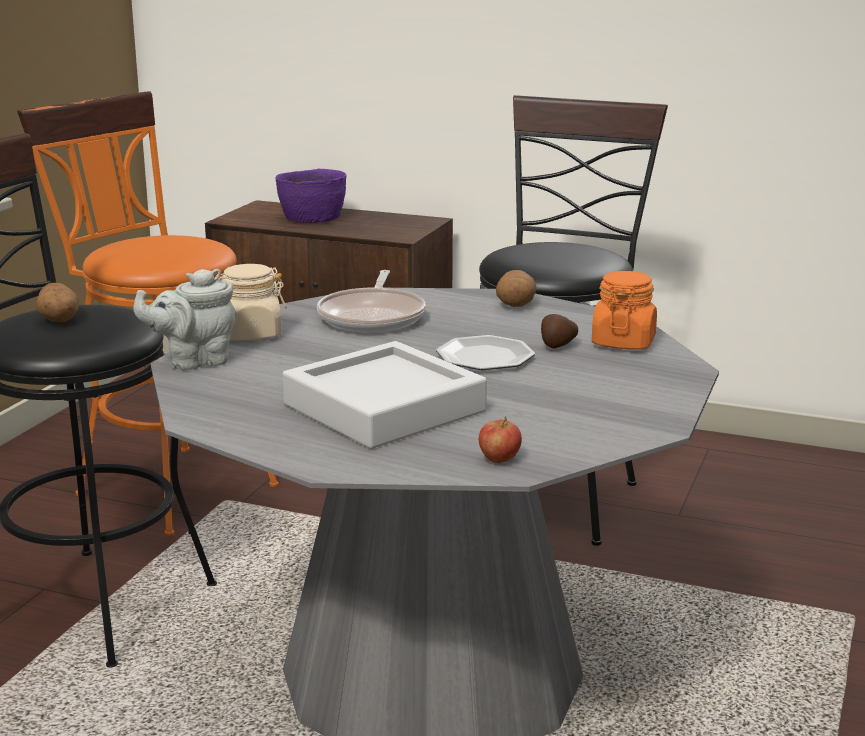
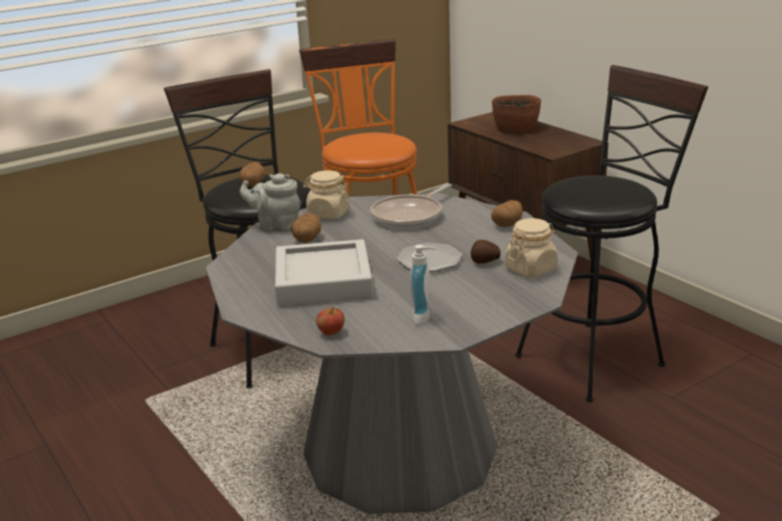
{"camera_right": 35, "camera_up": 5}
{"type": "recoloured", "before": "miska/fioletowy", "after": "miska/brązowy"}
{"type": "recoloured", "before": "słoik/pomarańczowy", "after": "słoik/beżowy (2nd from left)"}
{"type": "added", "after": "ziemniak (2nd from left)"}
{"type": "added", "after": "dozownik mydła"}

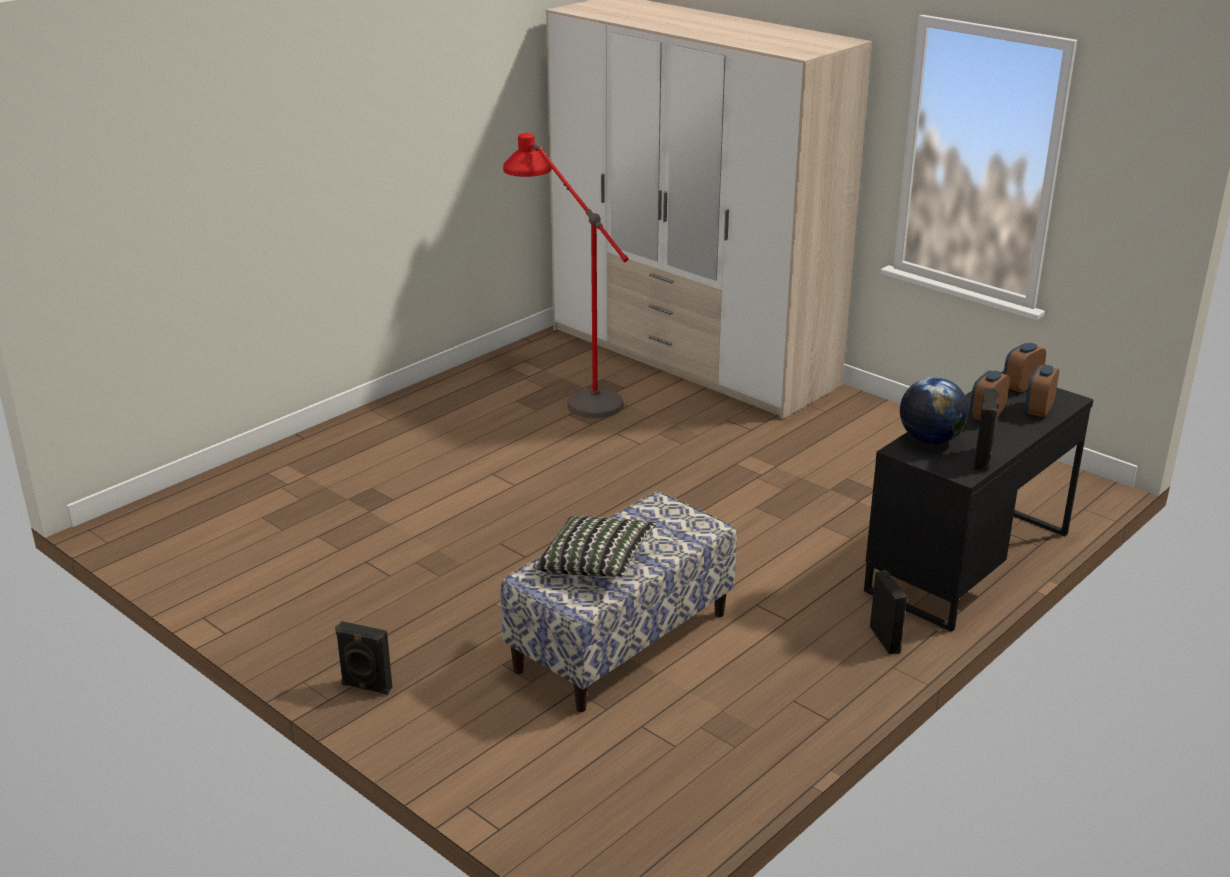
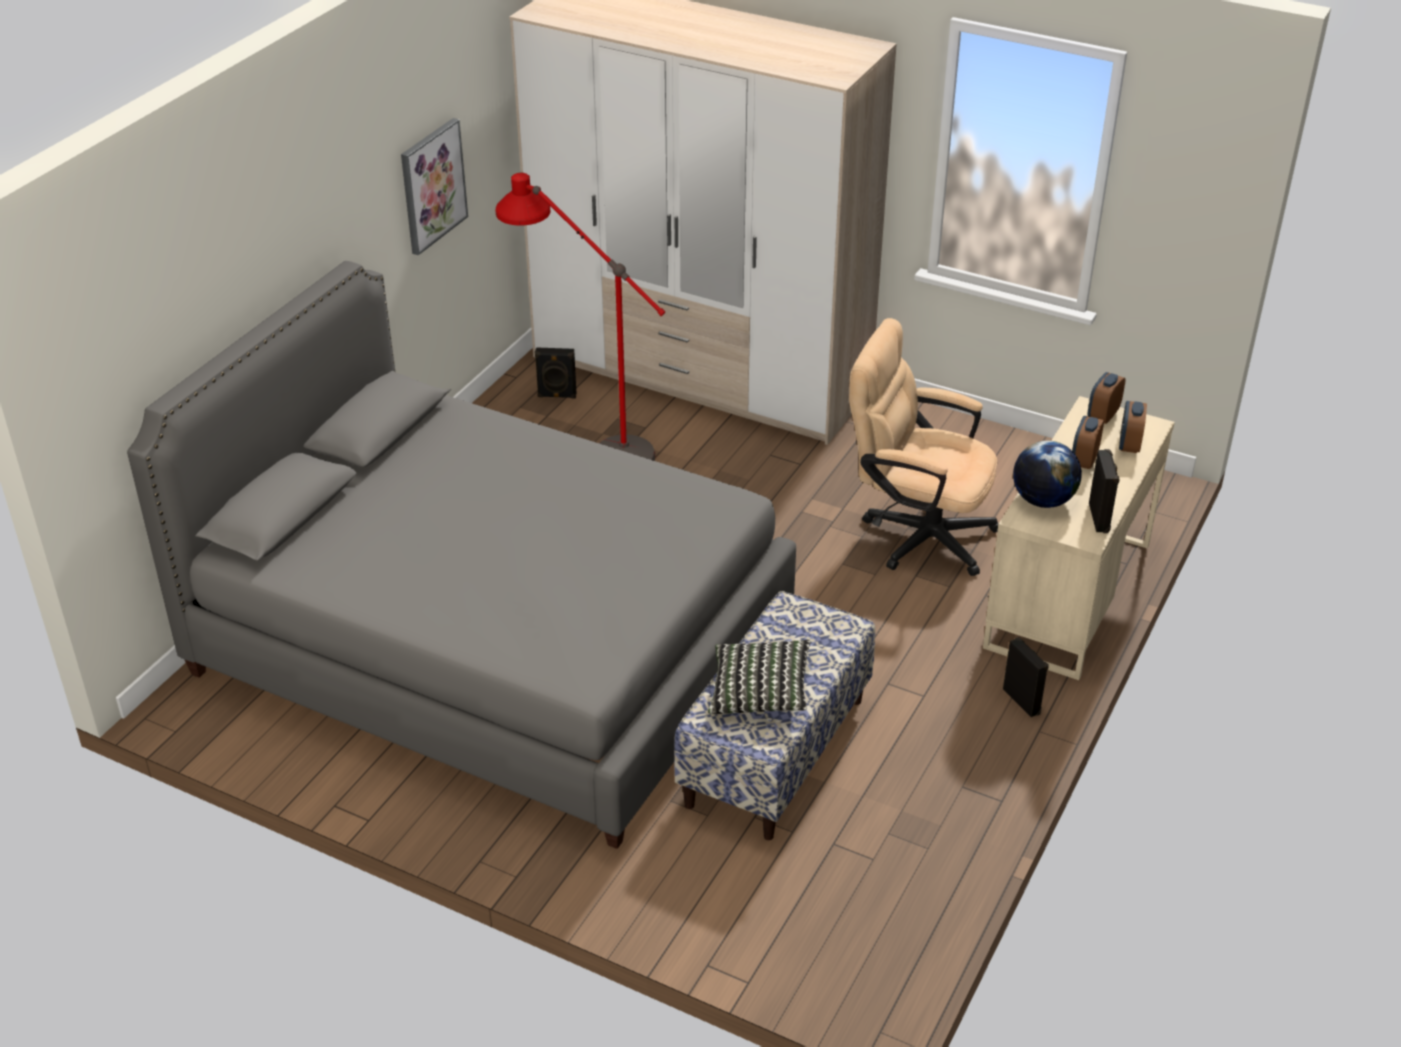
{"camera_right": -15, "camera_up": 10}
{"type": "recoloured", "before": "biurko/czarny", "after": "biurko/beżowy"}
{"type": "moved", "before": "głośnik/czarny (1st from left)"}
{"type": "added", "after": "obraz"}
{"type": "added", "after": "łóżko/szary"}
{"type": "added", "after": "krzesło biurowe/beżowy"}

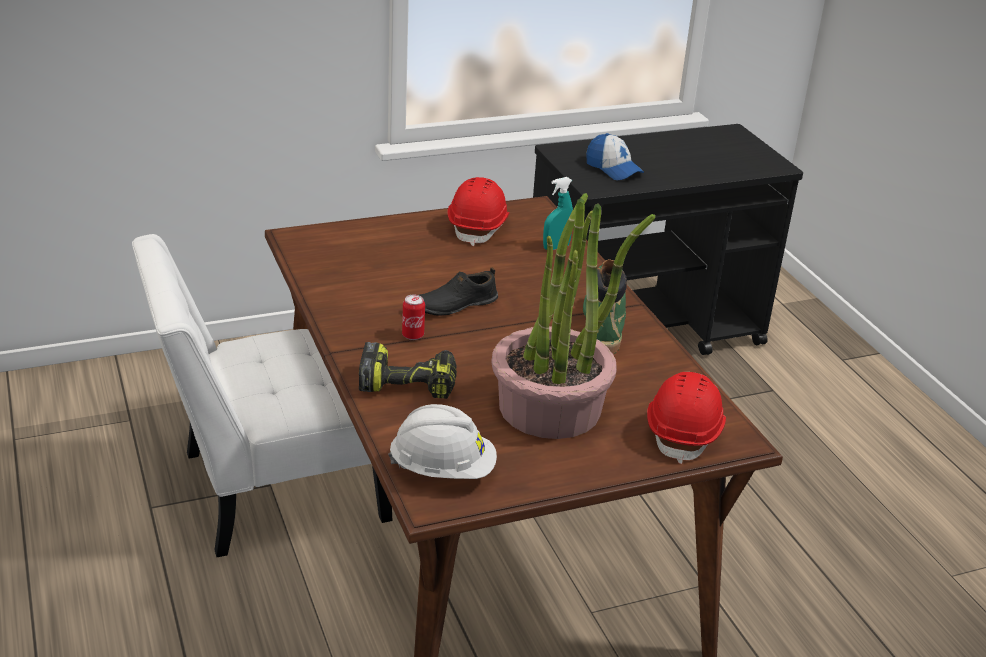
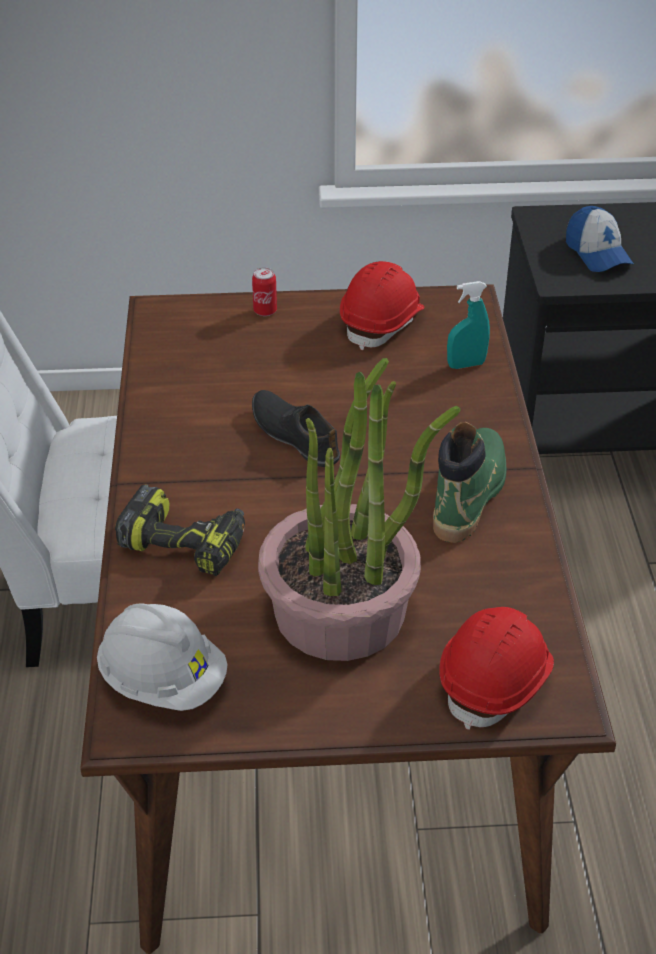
{"camera_right": 20, "camera_up": 10}
{"type": "turned", "before": "but/czarny", "turn": 60}
{"type": "moved", "before": "puszka"}

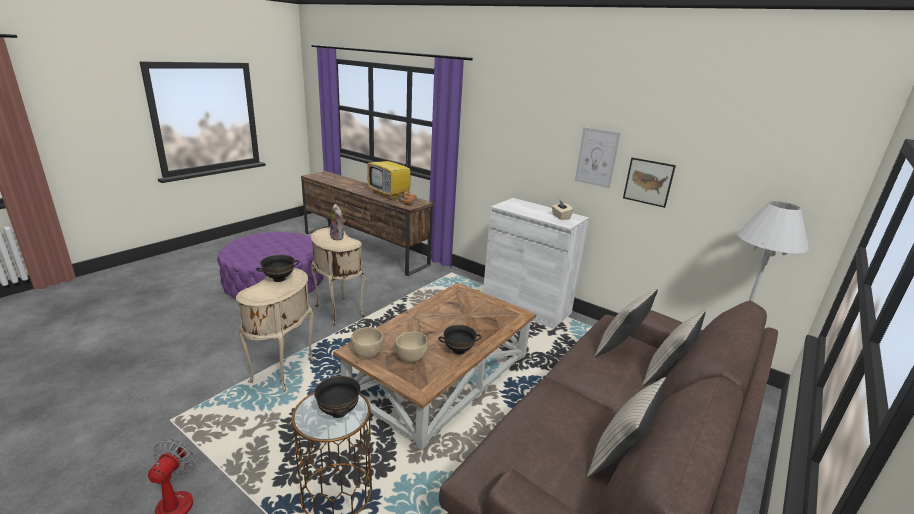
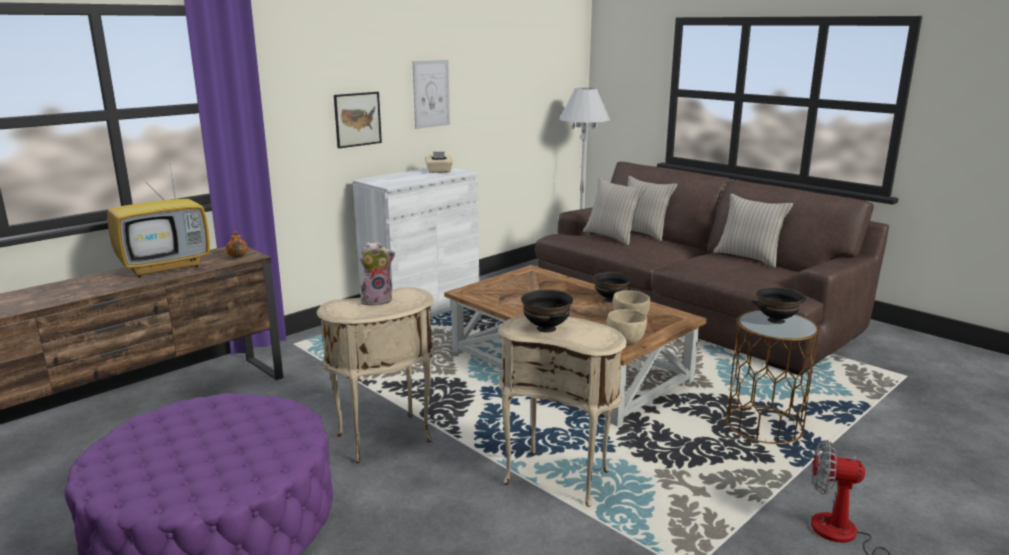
{"camera_right": -80, "camera_up": -5}
{"type": "moved", "before": "obraz (2nd from left in the first image)", "after": "obraz (1st from left)"}

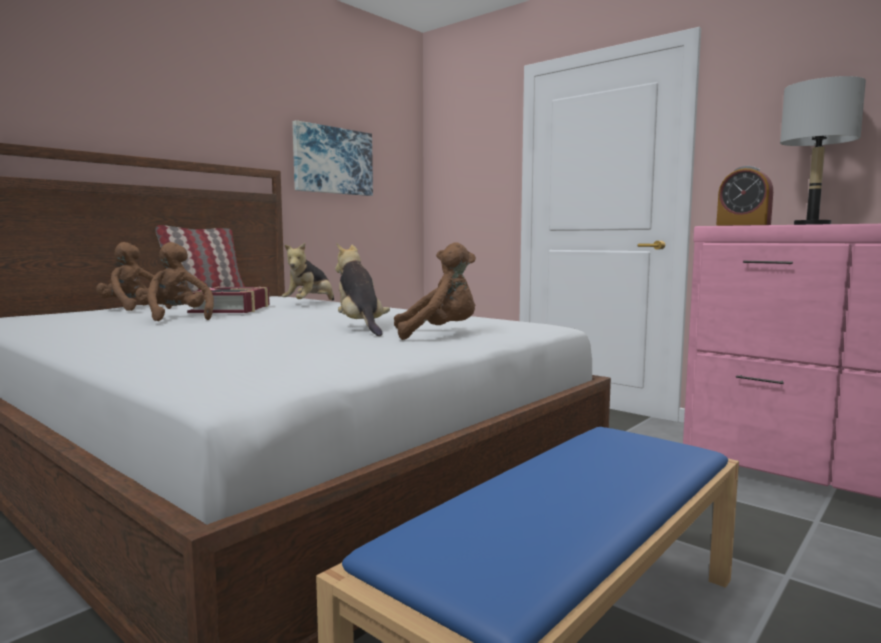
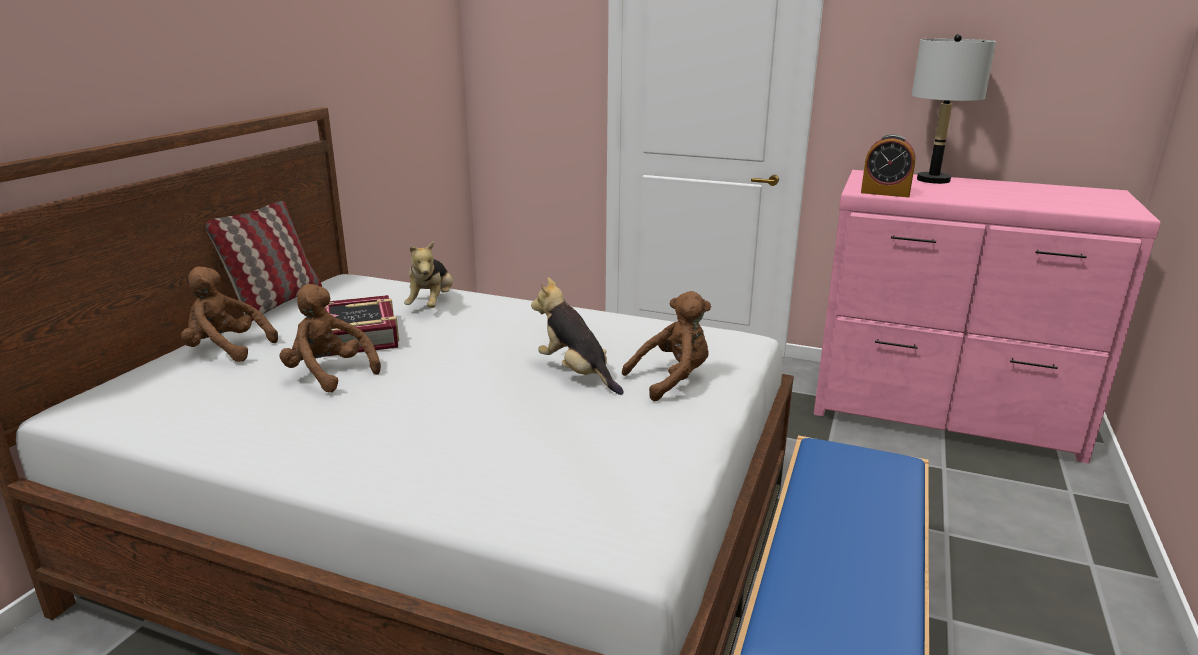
{"camera_right": -20, "camera_up": 15}
{"type": "removed", "before": "obraz"}

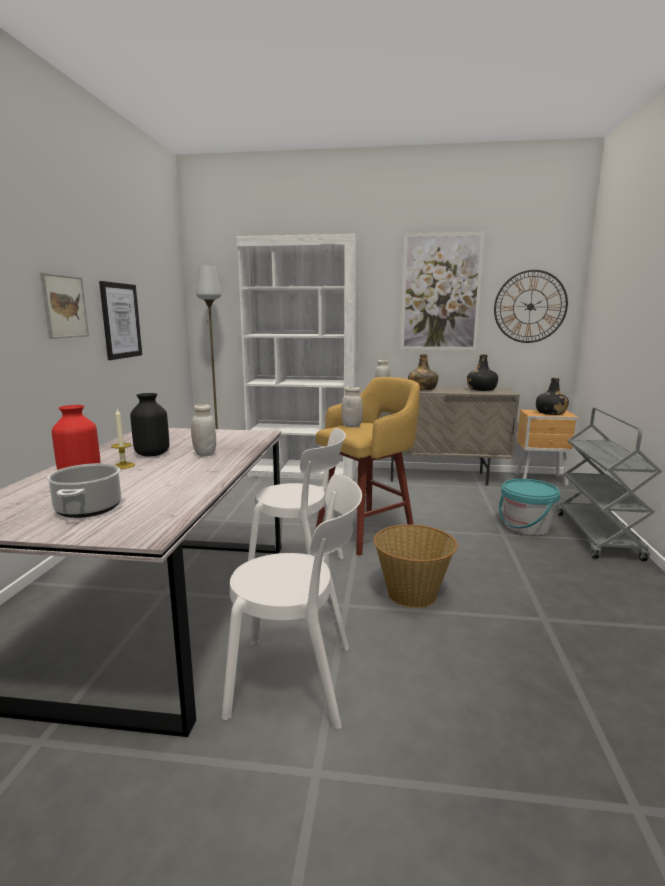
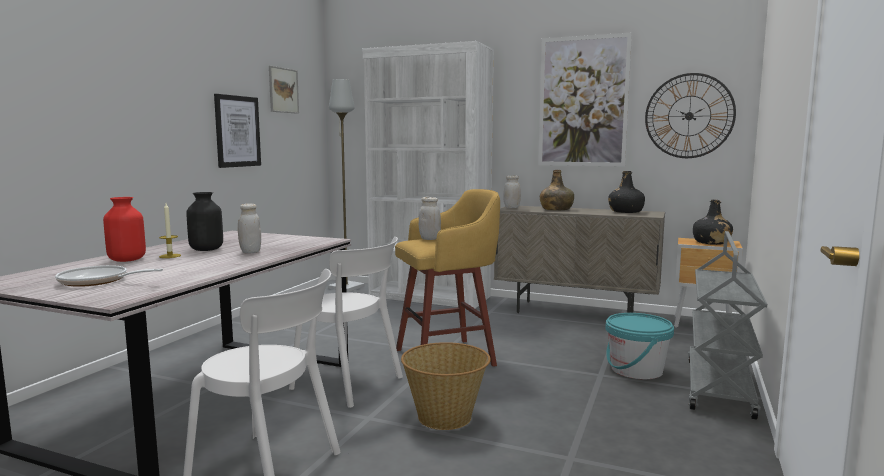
{"camera_right": 15, "camera_up": -5}
{"type": "moved", "before": "obraz (1st from left in the first image)", "after": "obraz (2nd from left)"}
{"type": "replaced", "before": "garnek", "after": "patelnia"}

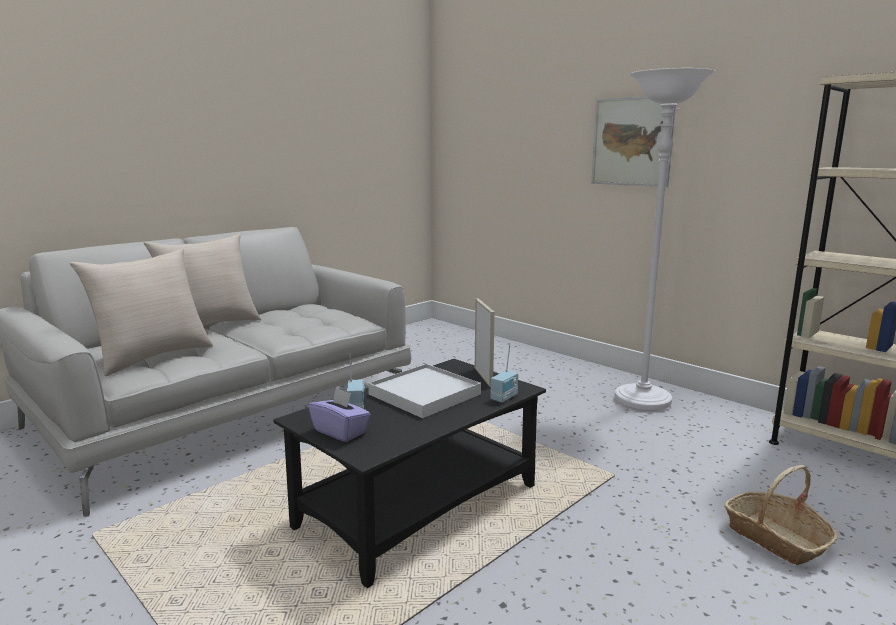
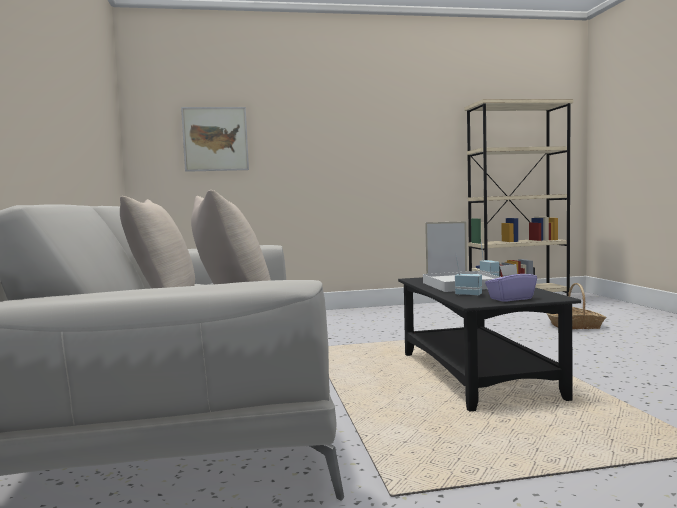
{"camera_right": -55, "camera_up": -10}
{"type": "removed", "before": "lampa stojąca/biały"}
{"type": "moved", "before": "obraz"}

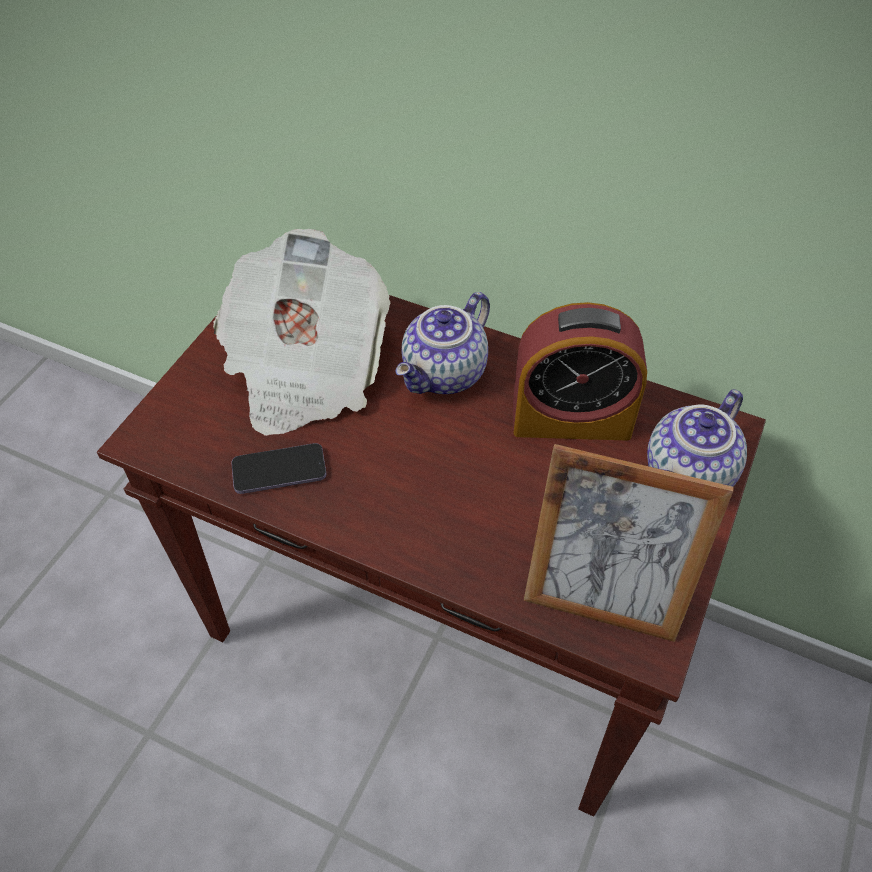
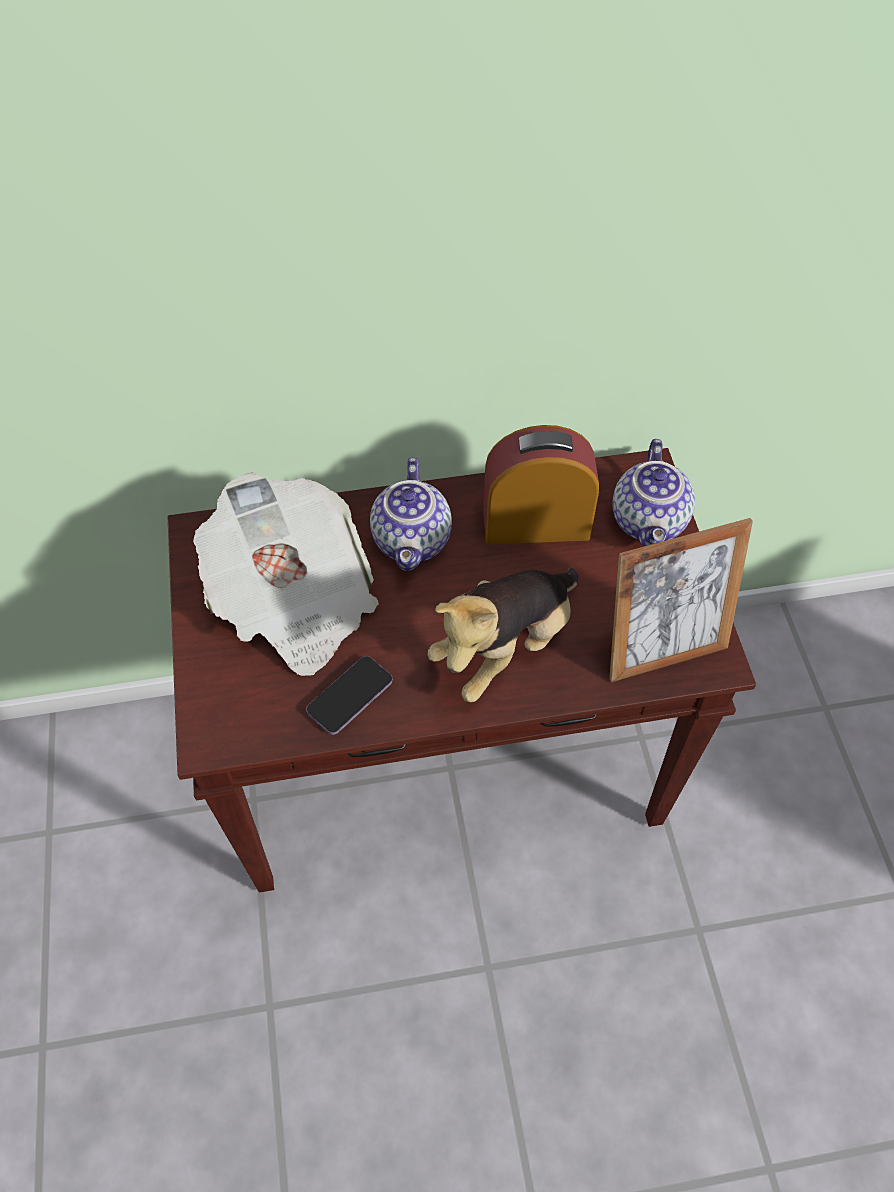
{"camera_right": -35, "camera_up": 5}
{"type": "turned", "before": "budzik", "turn": -150}
{"type": "added", "after": "pluszak"}

